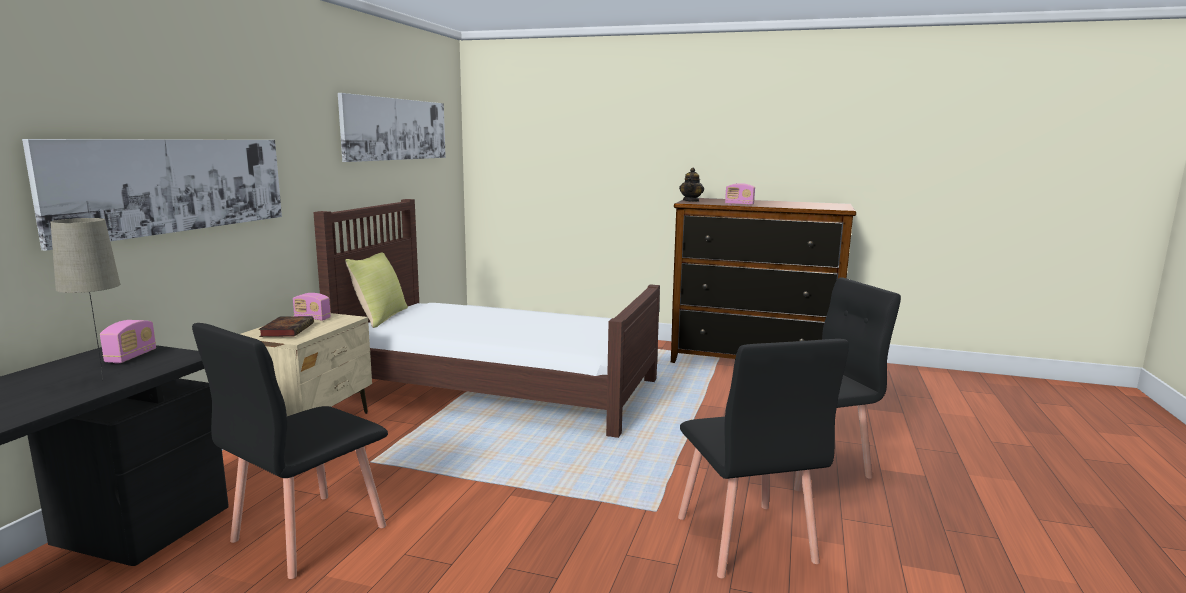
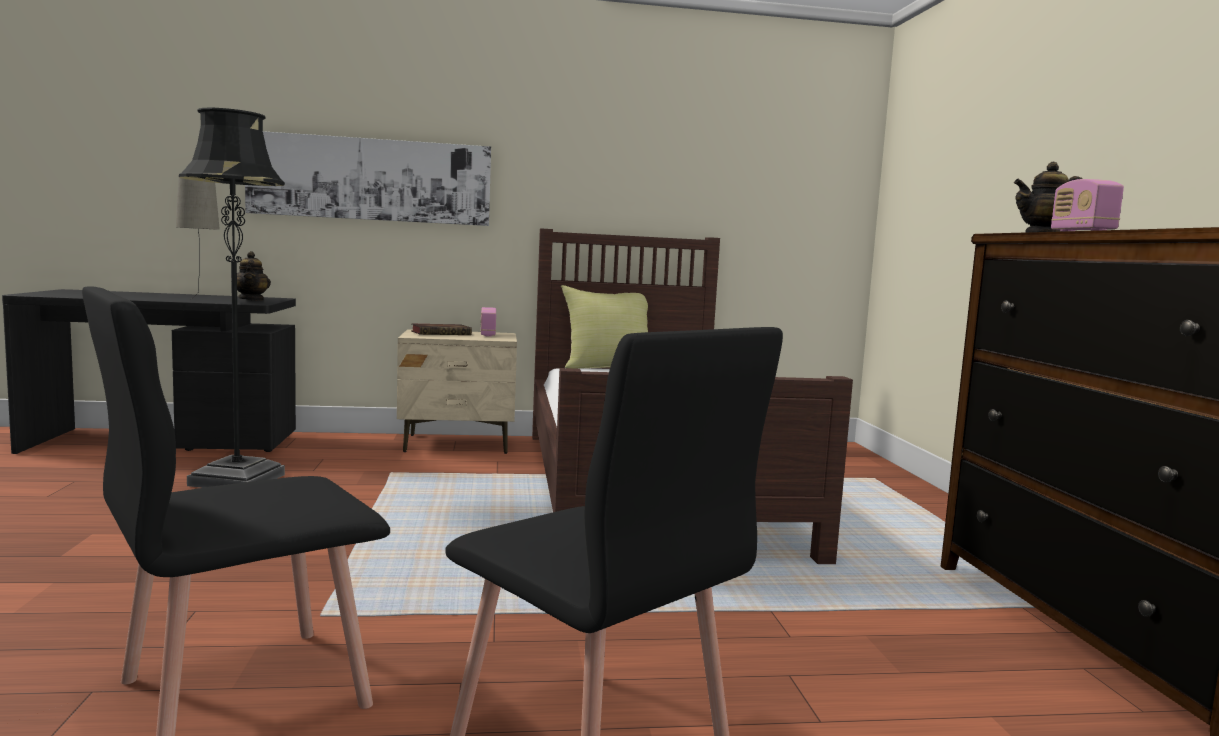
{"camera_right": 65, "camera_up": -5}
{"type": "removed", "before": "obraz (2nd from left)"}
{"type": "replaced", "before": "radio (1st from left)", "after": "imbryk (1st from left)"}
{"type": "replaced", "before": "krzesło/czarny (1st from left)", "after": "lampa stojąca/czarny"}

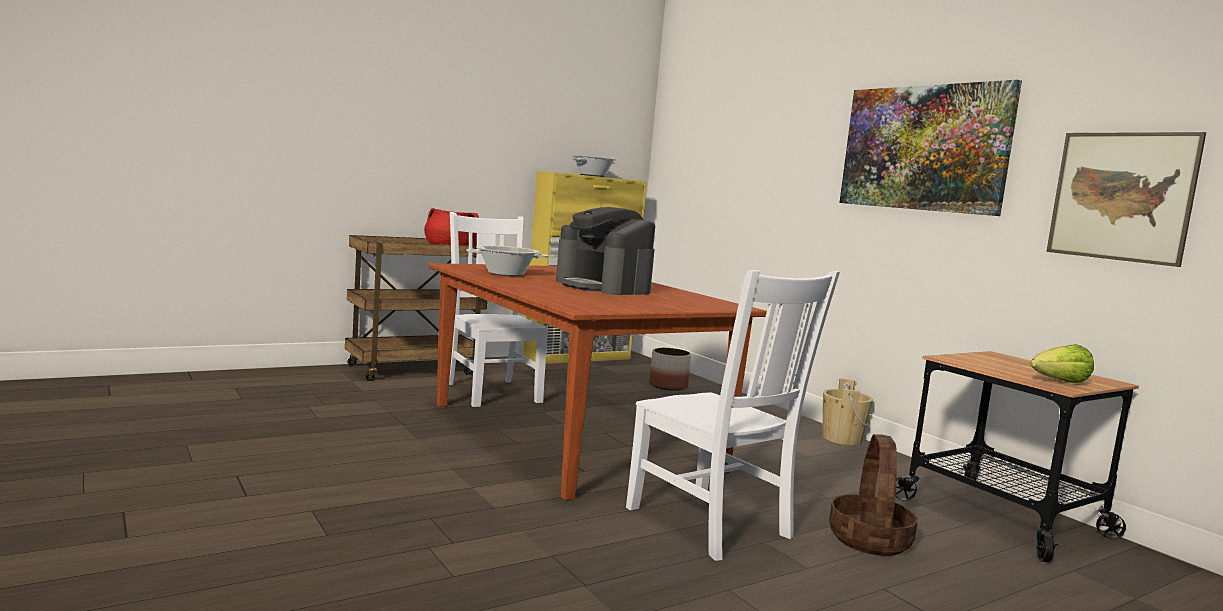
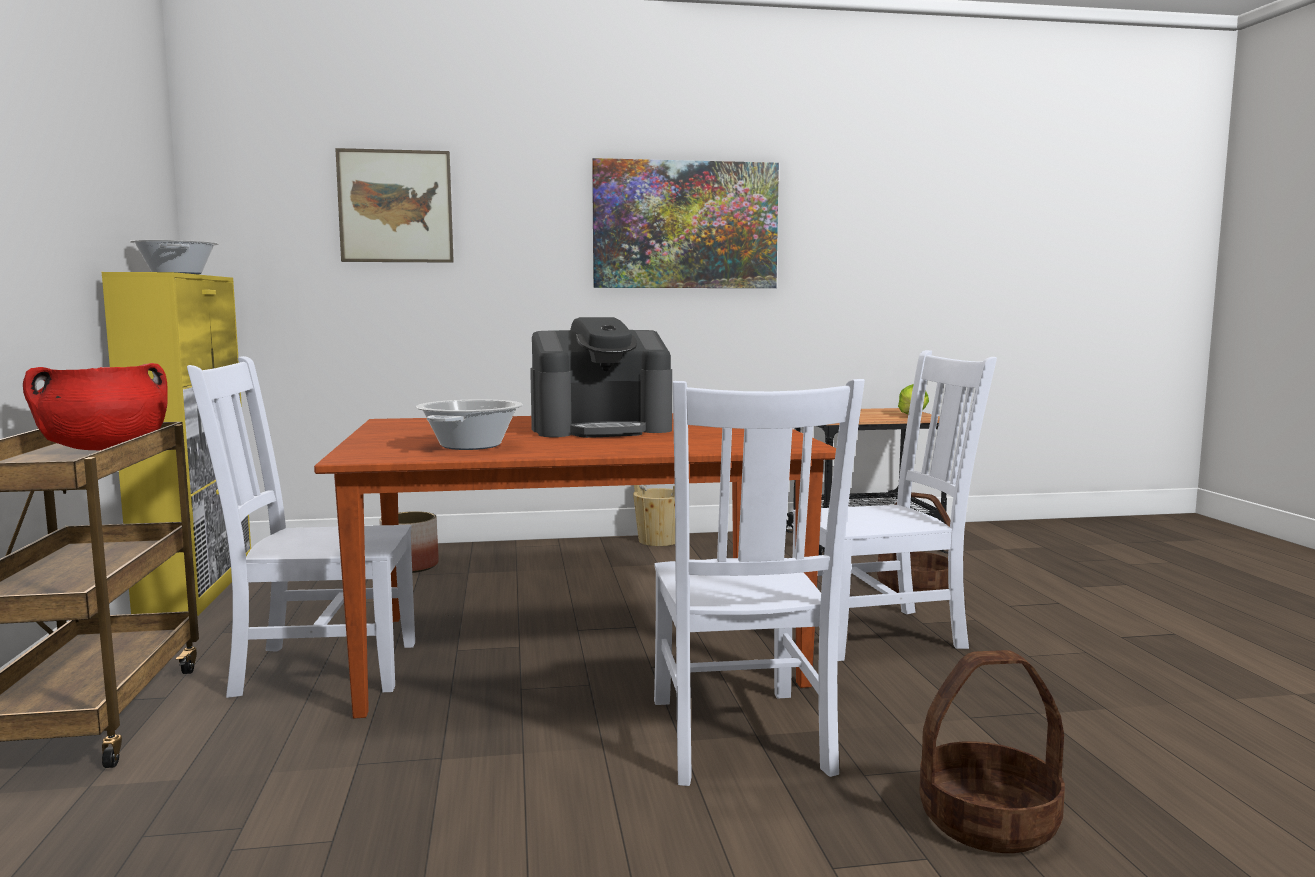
{"camera_right": -65, "camera_up": 0}
{"type": "moved", "before": "obraz (2nd from left in the first image)", "after": "obraz (1st from left)"}
{"type": "added", "after": "krzesło/biały (2nd from left)"}
{"type": "added", "after": "koszyk (2nd from left)"}

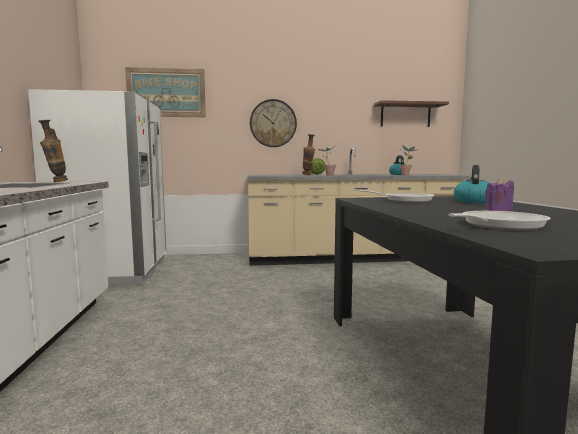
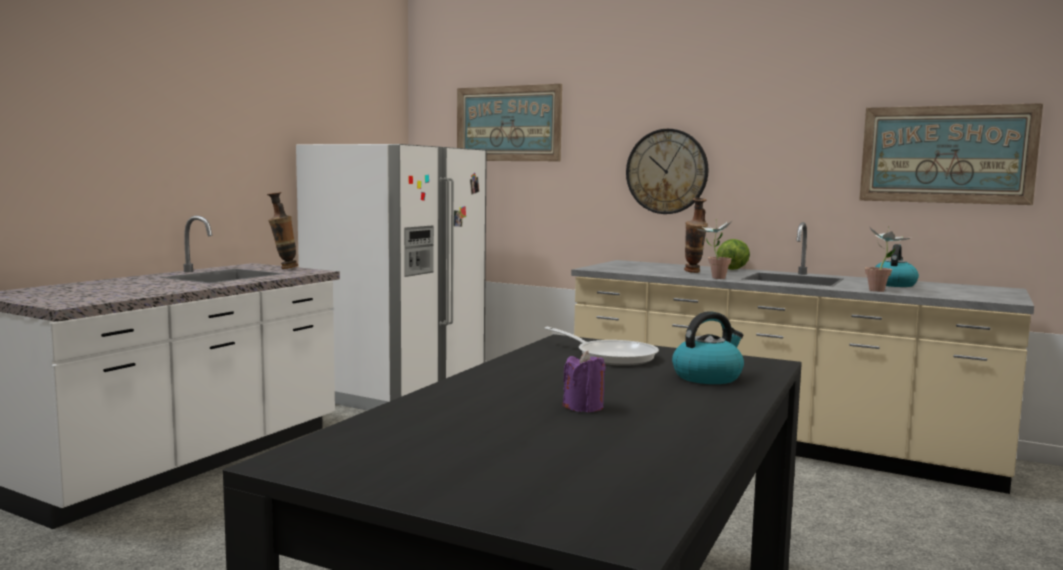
{"camera_right": 35, "camera_up": 0}
{"type": "replaced", "before": "półka/brązowy", "after": "obraz (2nd from left)"}
{"type": "removed", "before": "patelnia (2nd from left)"}

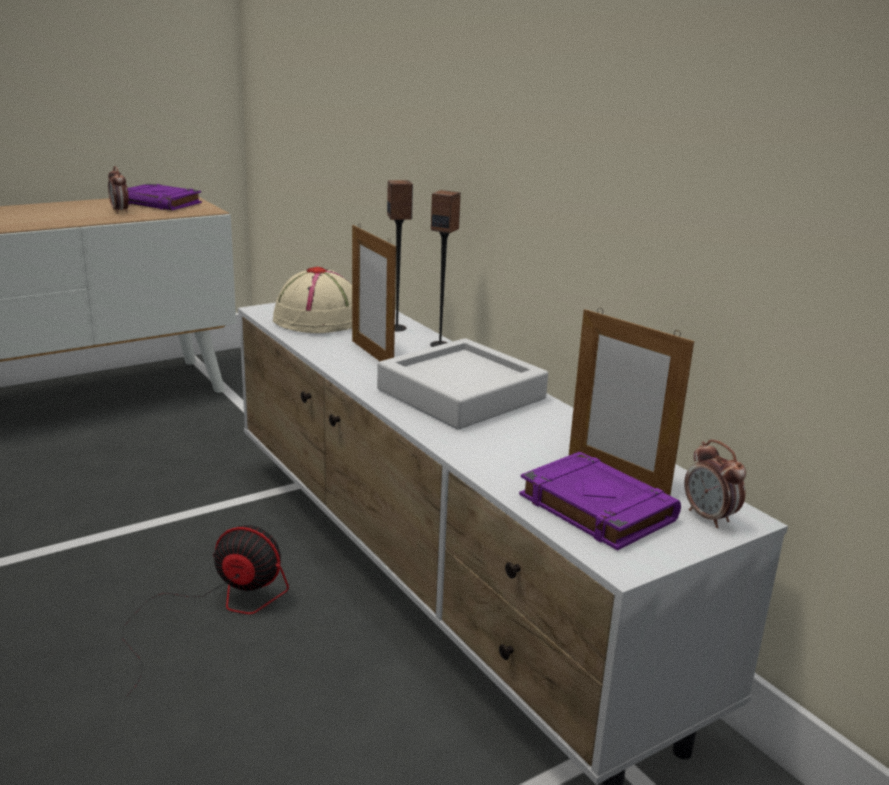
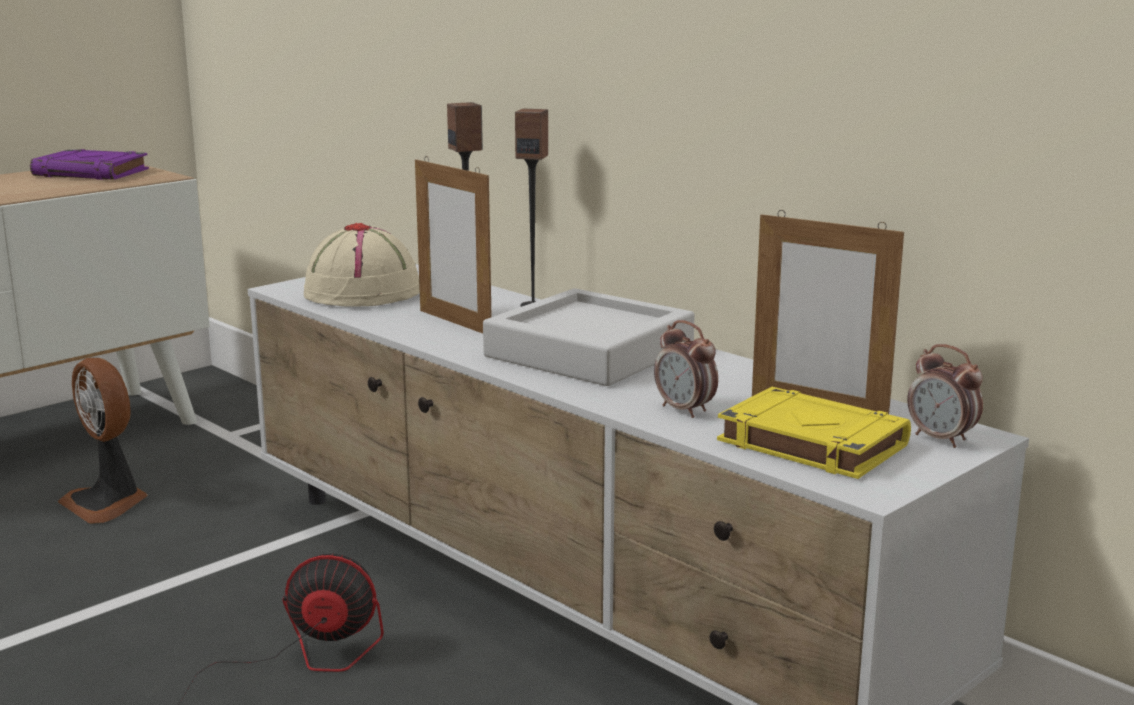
{"camera_right": -10, "camera_up": -5}
{"type": "moved", "before": "budzik (1st from left)"}
{"type": "recoloured", "before": "książka/fioletowy (2nd from left)", "after": "książka/żółty"}
{"type": "added", "after": "wentylator (1st from left)"}

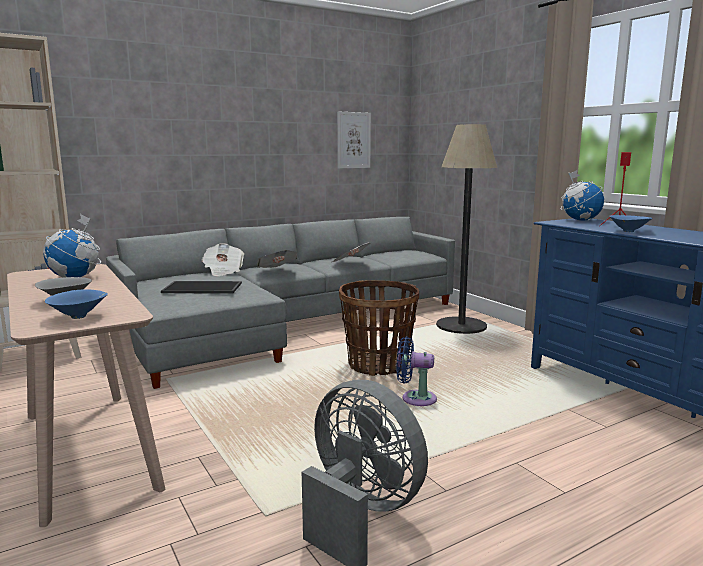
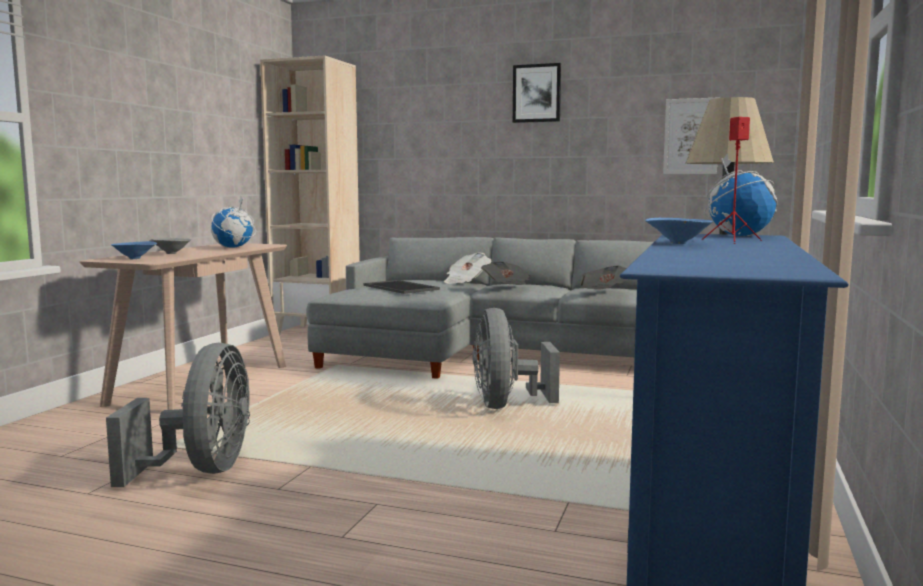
{"camera_right": 50, "camera_up": -5}
{"type": "replaced", "before": "koszyk", "after": "wentylator/szary (2nd from left)"}
{"type": "removed", "before": "wentylator/niebieski"}
{"type": "added", "after": "obraz (1st from left)"}

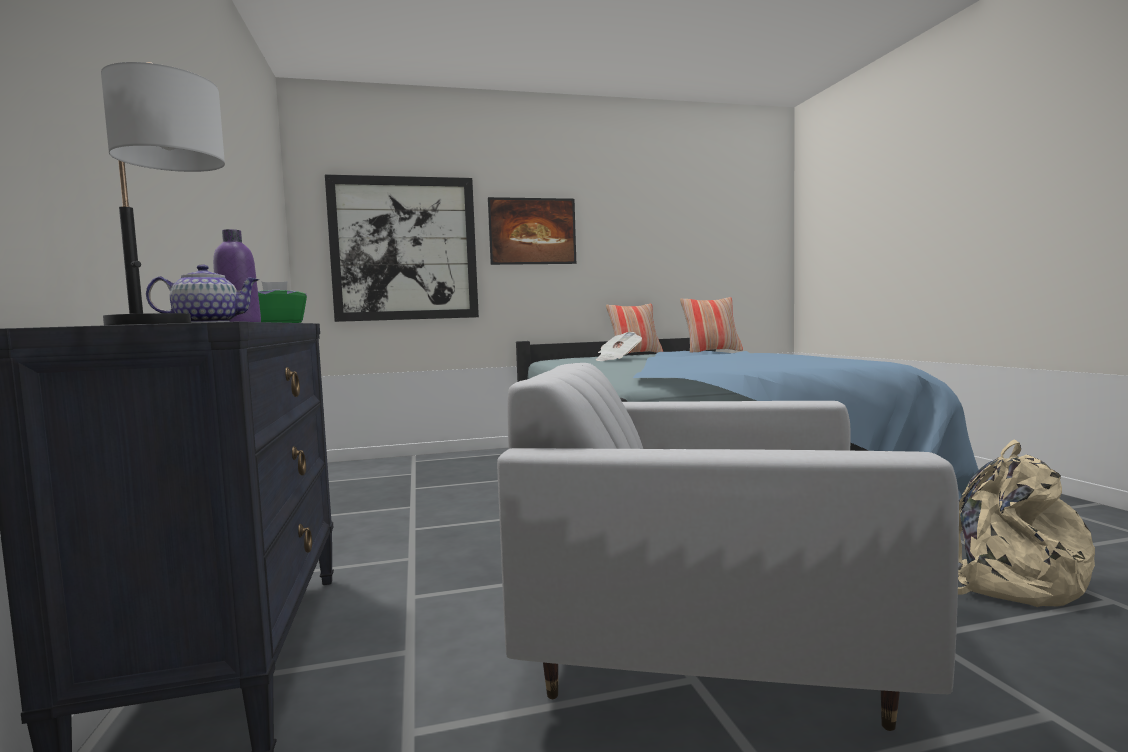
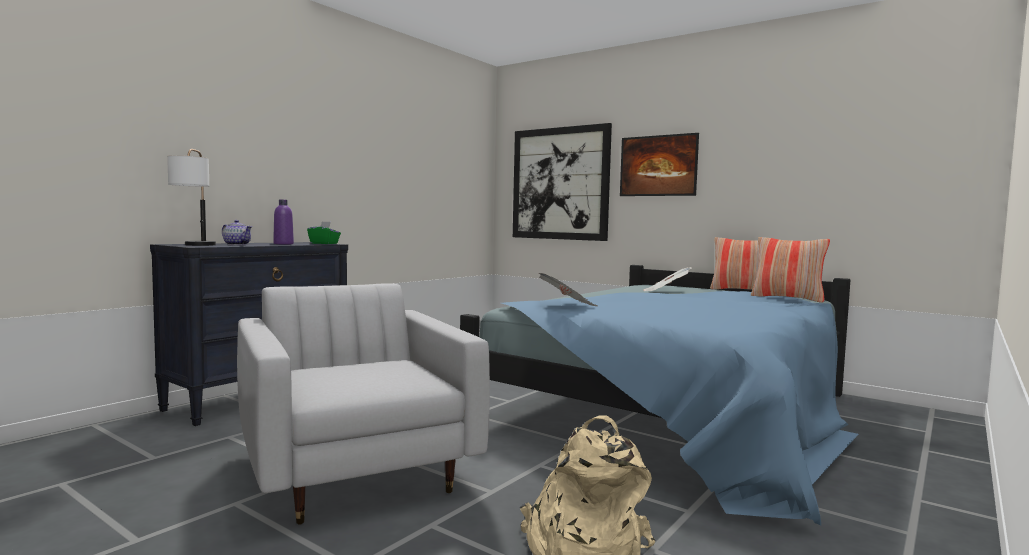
{"camera_right": 50, "camera_up": 0}
{"type": "added", "after": "gazeta (1st from left)"}

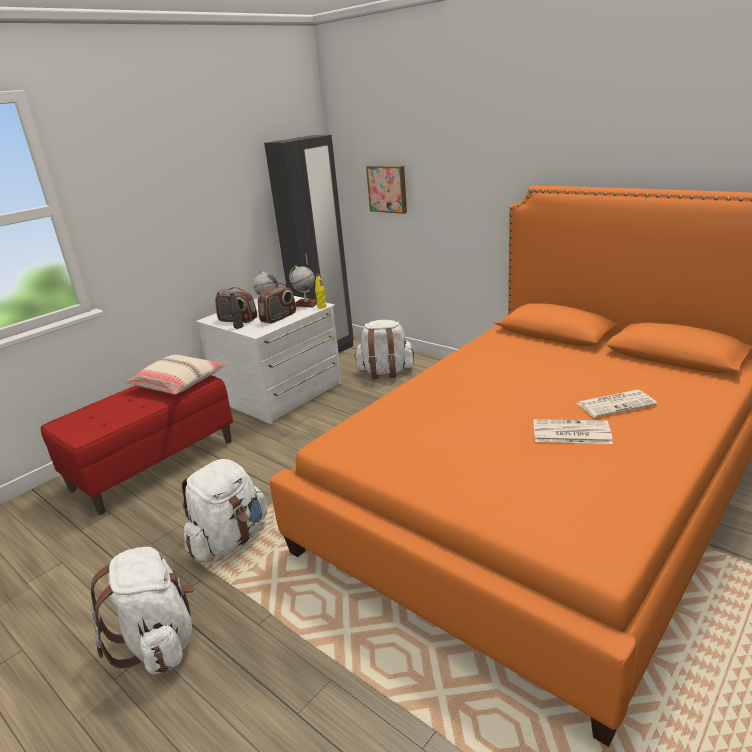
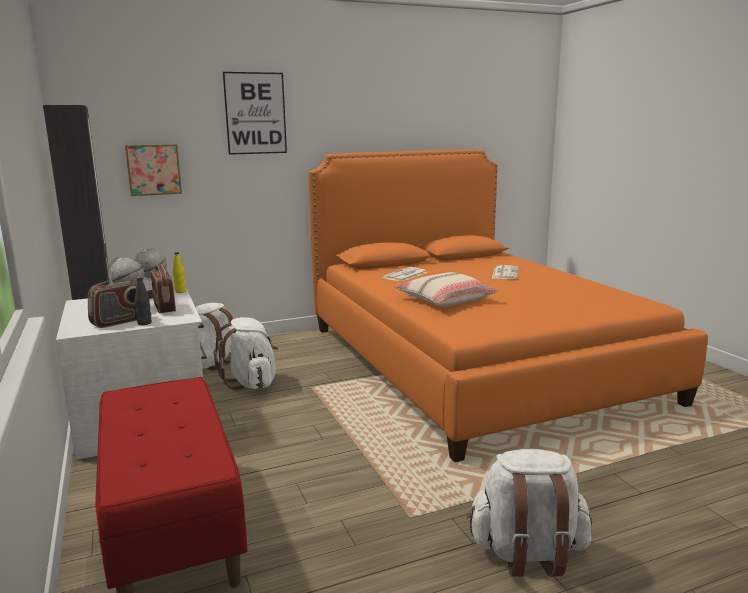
{"camera_right": -65, "camera_up": -10}
{"type": "moved", "before": "poduszka/beżowy"}
{"type": "moved", "before": "gazeta (1st from left)"}
{"type": "moved", "before": "plecak/biały (2nd from left)"}
{"type": "added", "after": "obraz (2nd from left)"}

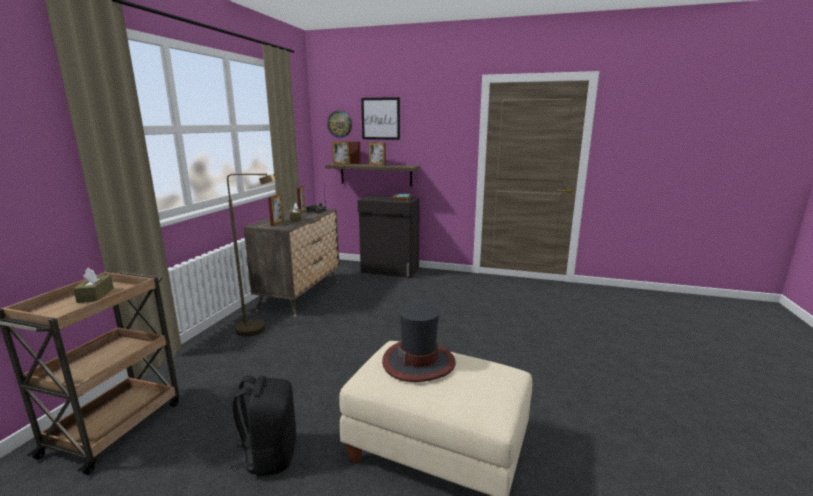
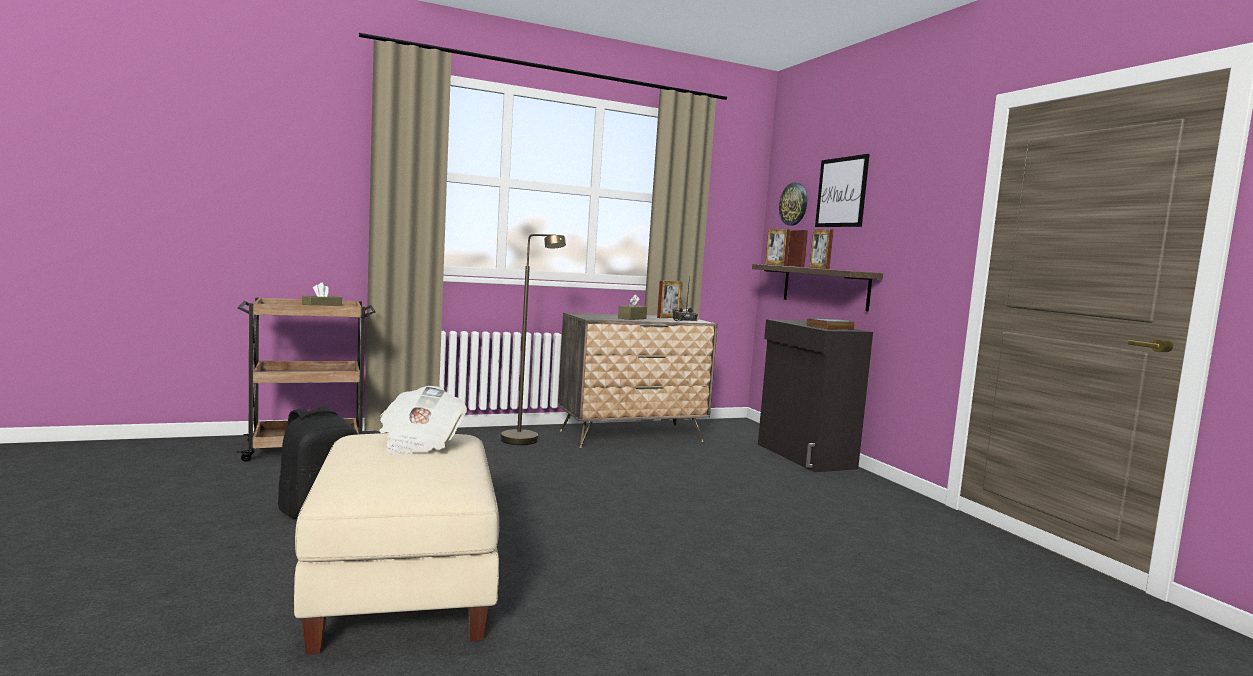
{"camera_right": 50, "camera_up": -10}
{"type": "removed", "before": "ramka na zdjęcie (1st from left)"}
{"type": "replaced", "before": "kapelusz", "after": "gazeta"}

